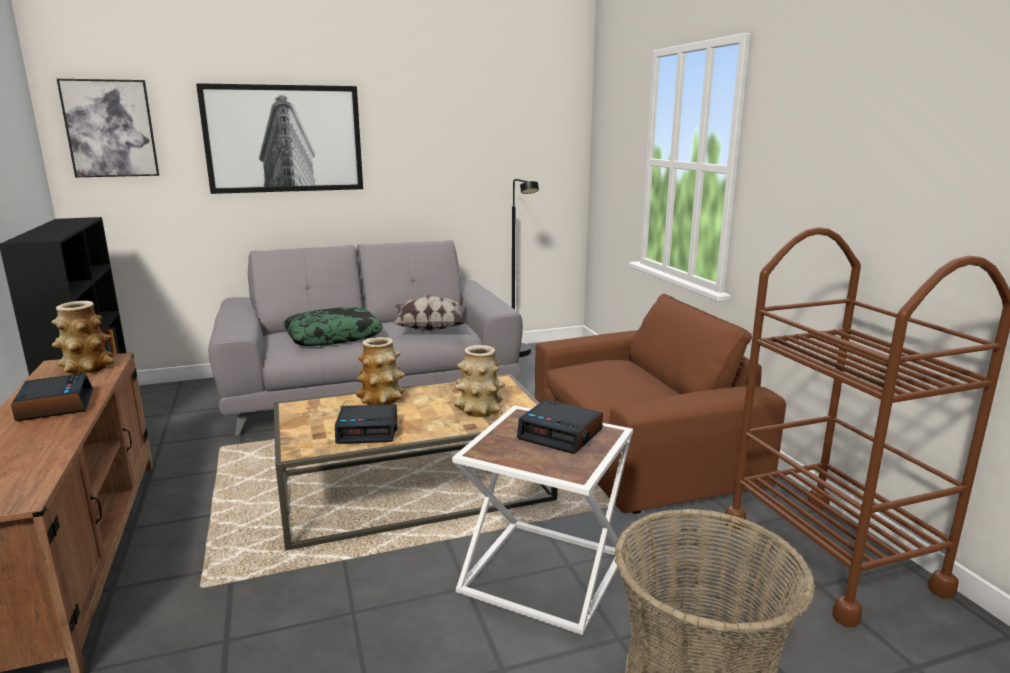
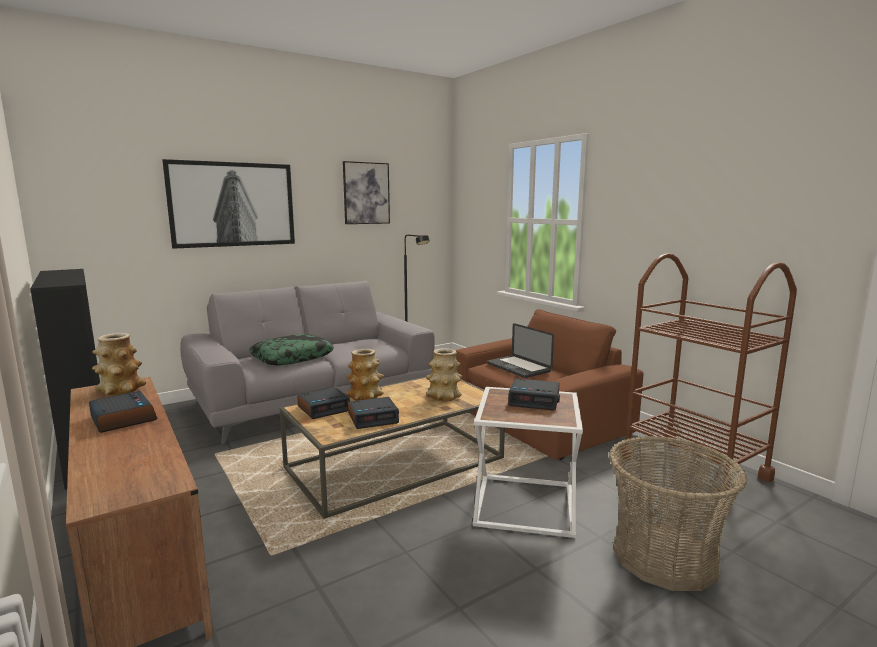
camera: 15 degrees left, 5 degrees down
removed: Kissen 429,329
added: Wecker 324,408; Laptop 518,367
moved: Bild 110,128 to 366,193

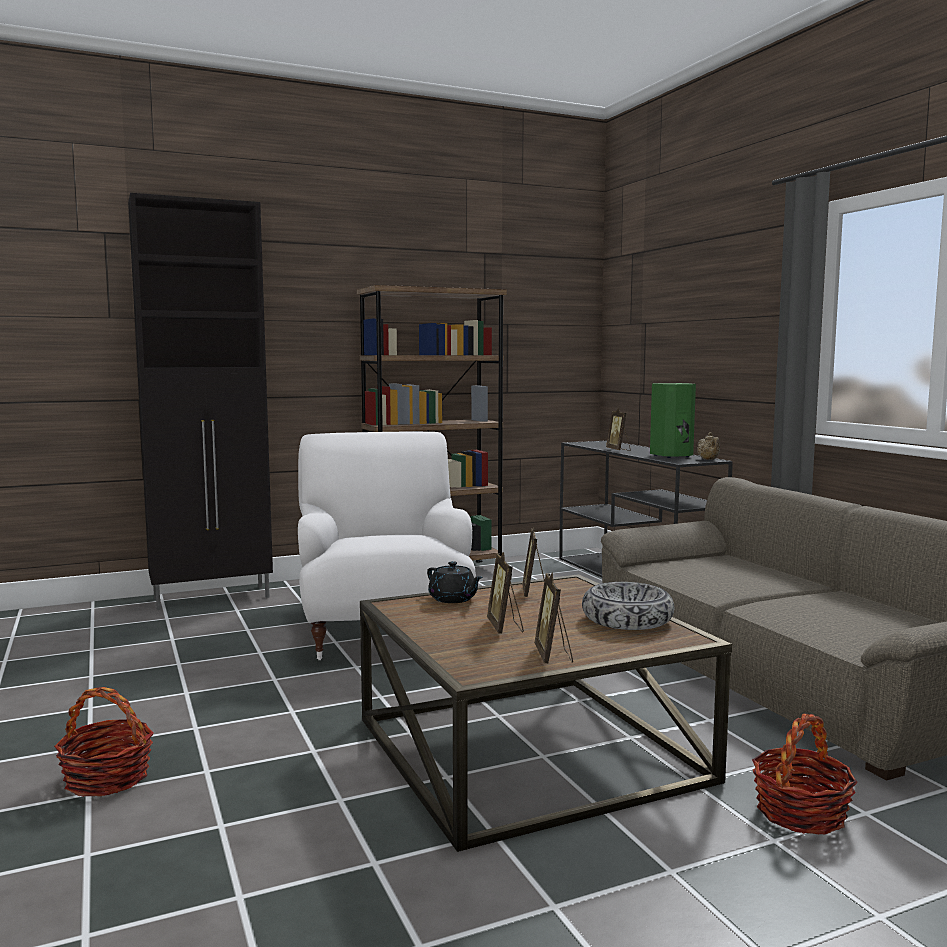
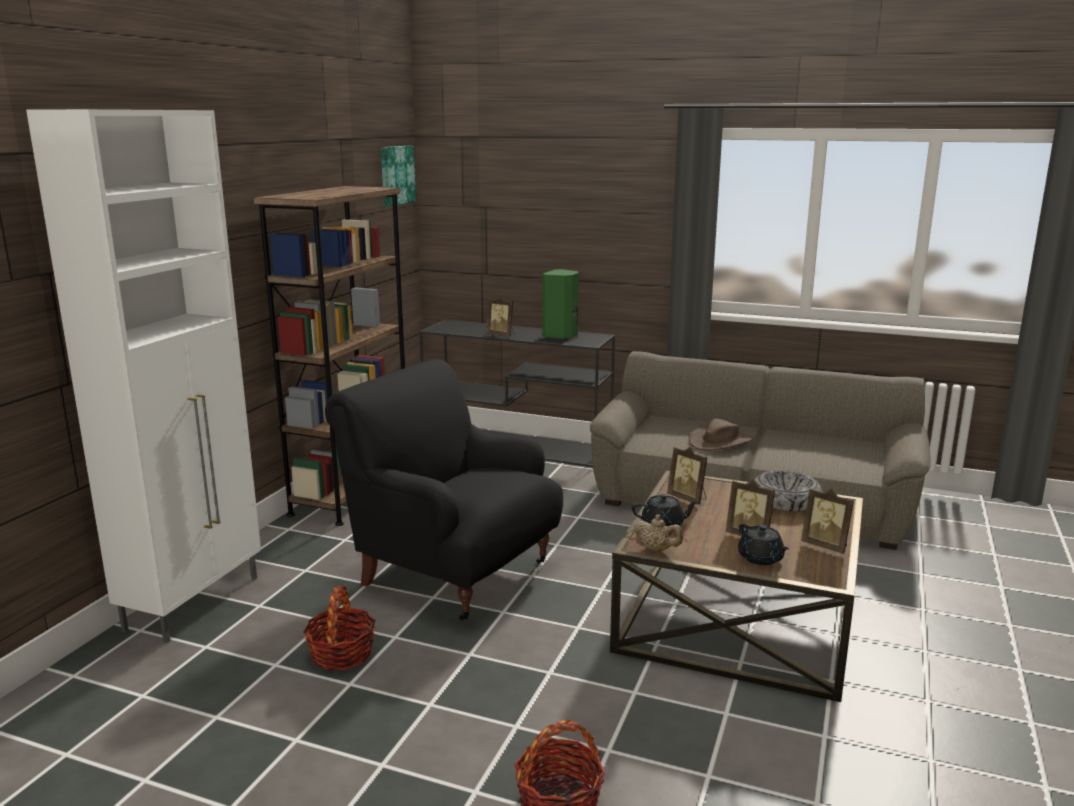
camera: 45 degrees left, 10 degrees up
added: Bild 396,175; Hut [braun] 720,441; Teekanne [schwarz] 760,558
moved: Teekanne [beige] 709,460 to 657,549; Korb 800,812 to 342,654
recoloured: Schrank [schwarz] 213,597 to Schrank [weiß] 195,602; Sessel [weiß] 383,633 to Sessel [schwarz] 453,572

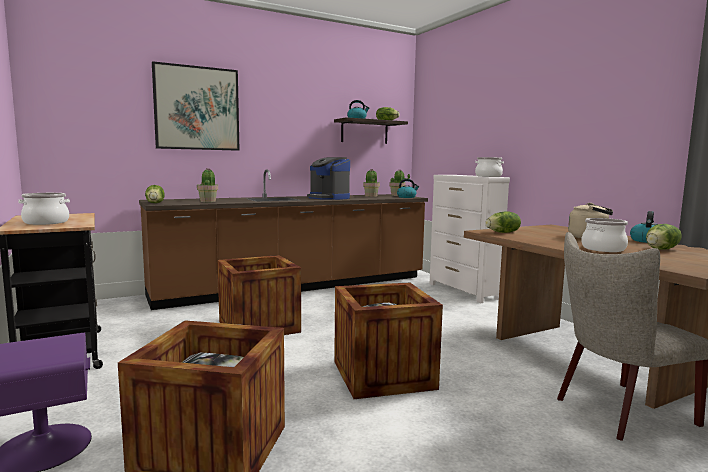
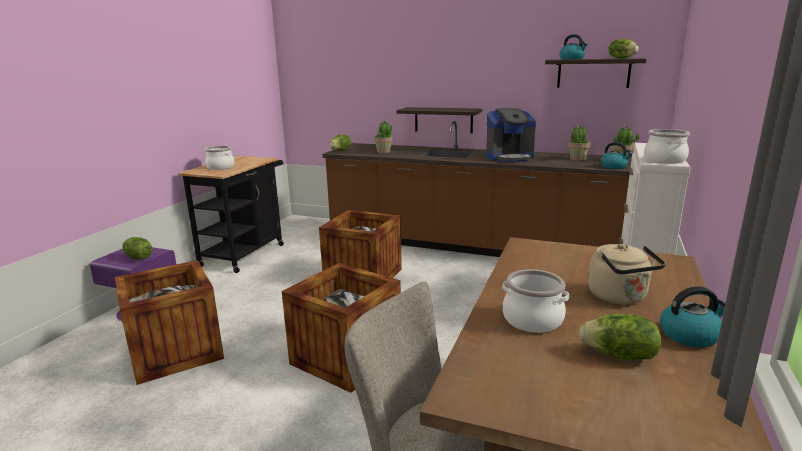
camera: 50 degrees right, 10 degrees up
removed: Bild 197,108
added: Wandregal 443,120
moved: Salatkopf 503,232 to 138,258
turned: Kaffeemaschine 328,198 = 509,157 105 degrees counterclockwise

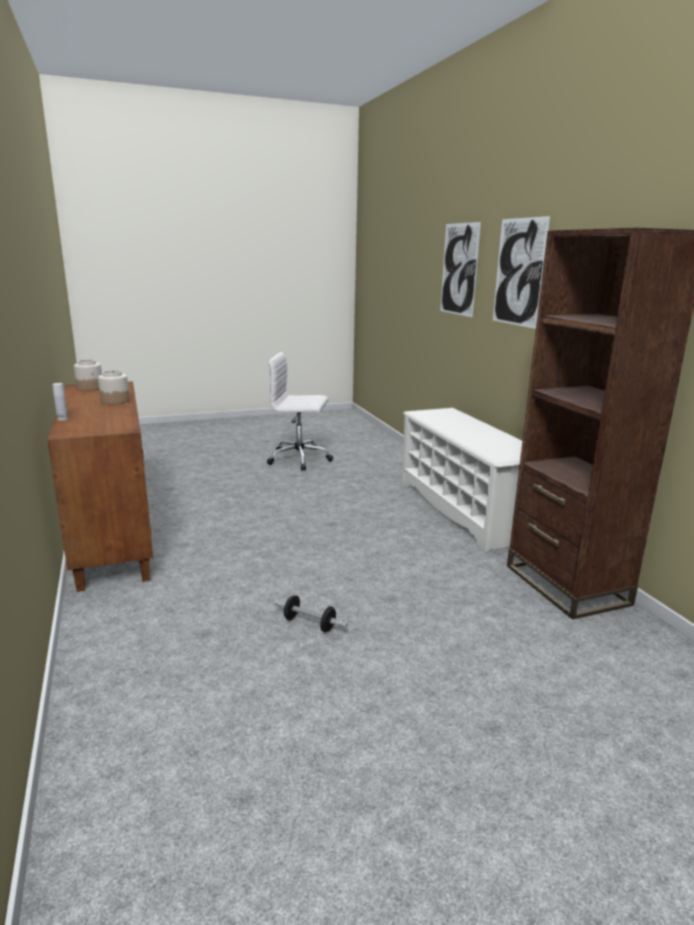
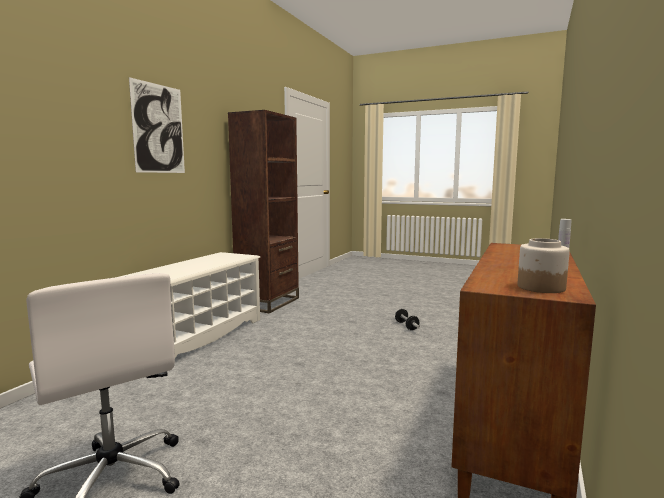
camera: 135 degrees left, 10 degrees down
removed: Vorratsglas 115,401; Bild 459,269

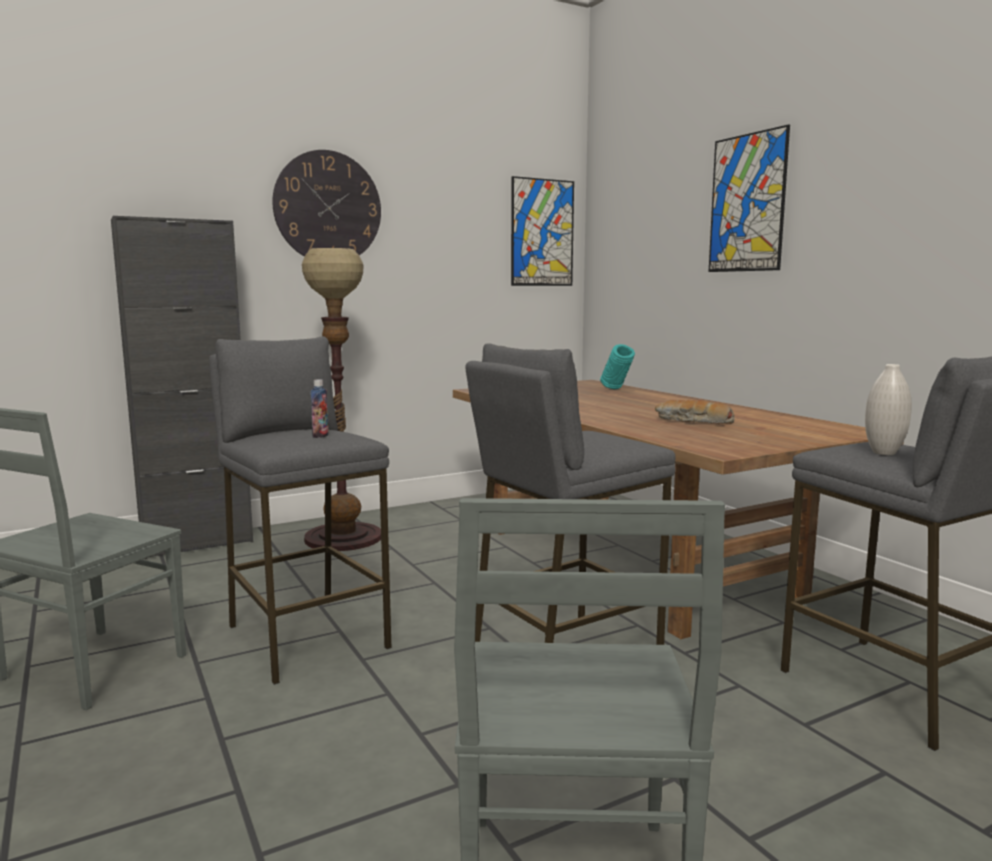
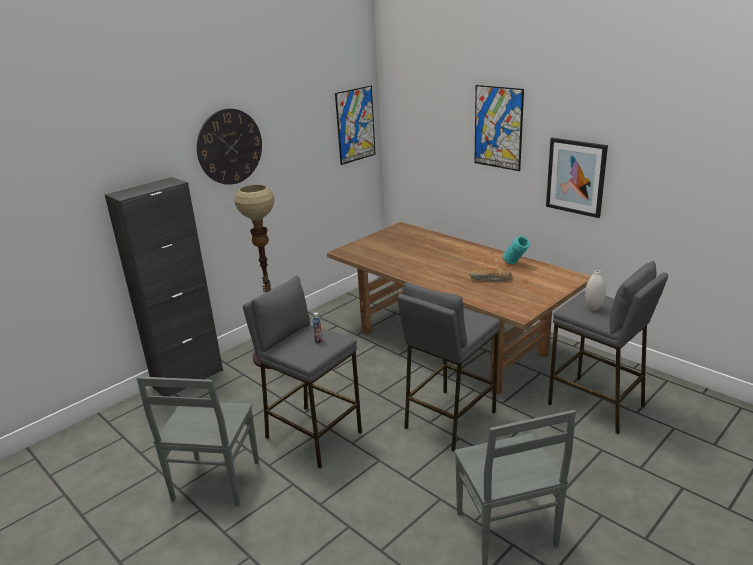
camera: 15 degrees left, 15 degrees up
added: Bild 576,177
moved: Vase [türkis] 616,389 to 515,264

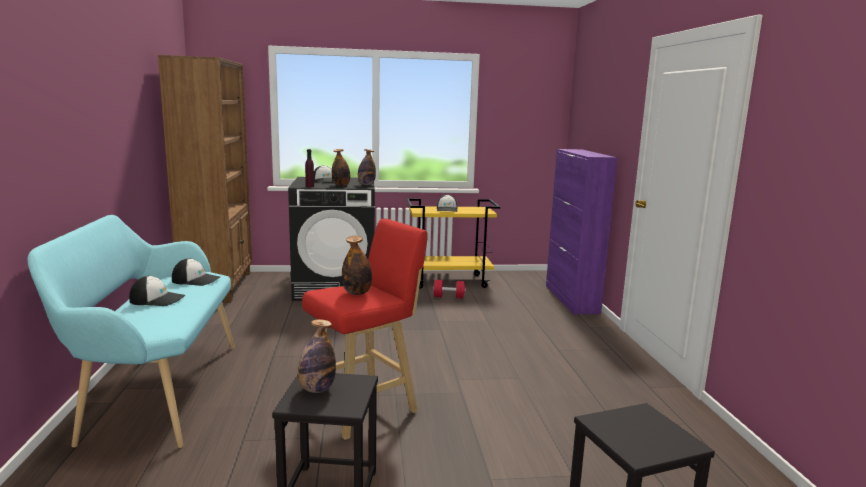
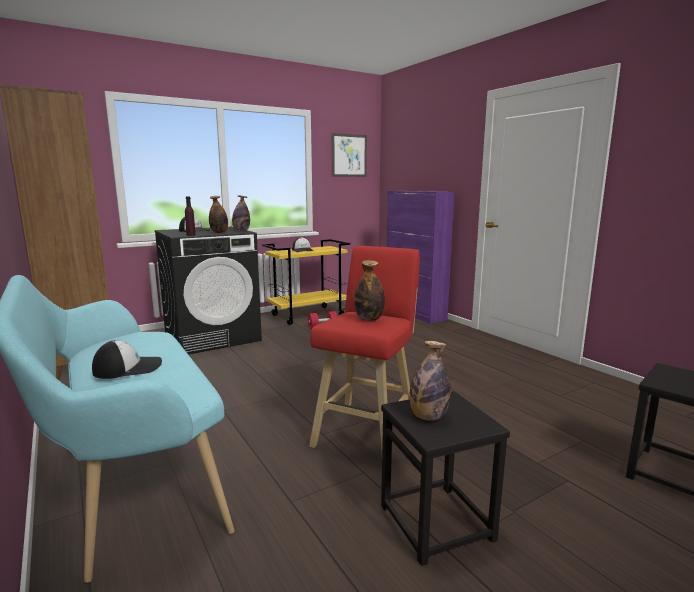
camera: 25 degrees left, 0 degrees up
removed: Kappe 196,280
added: Bild 349,155

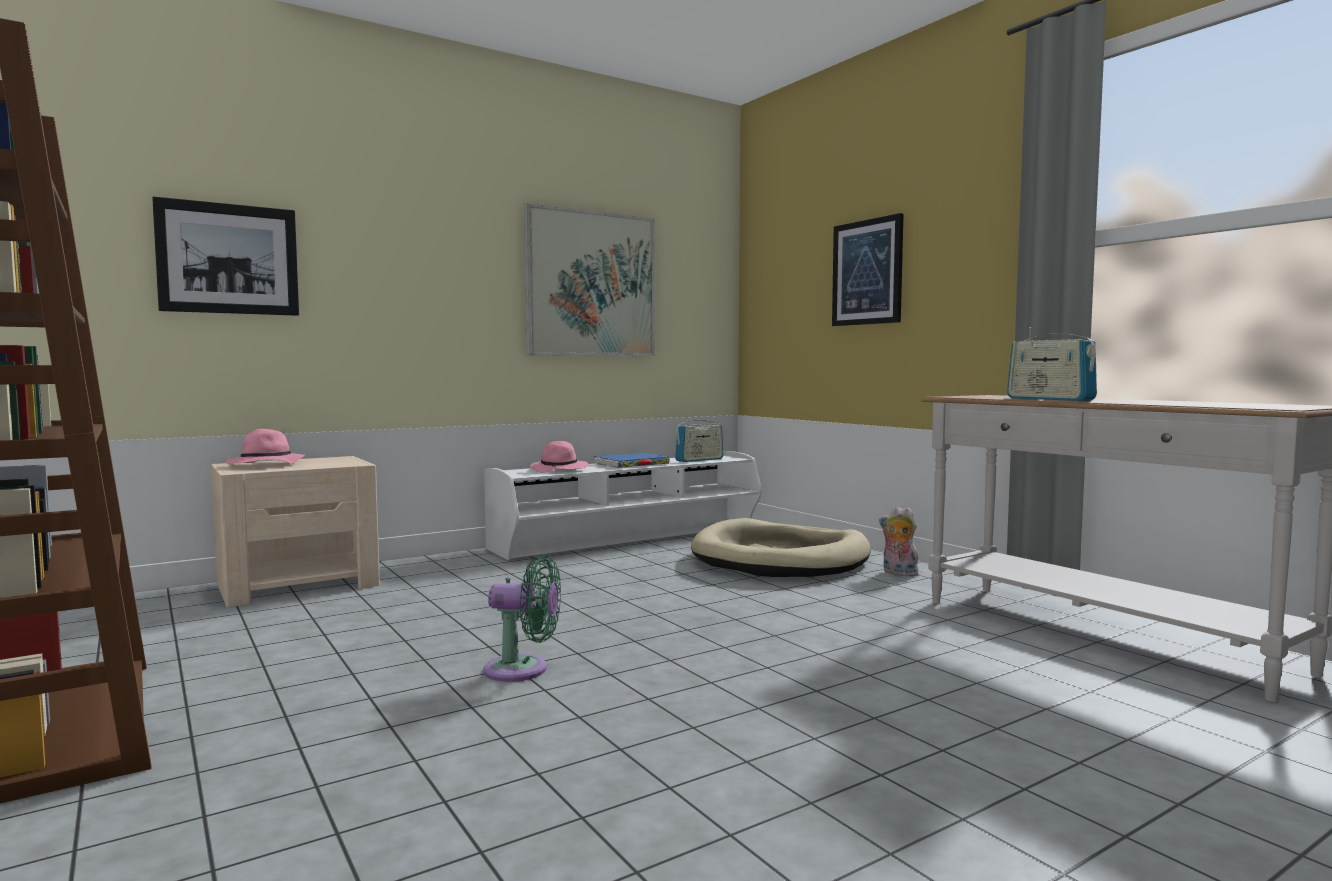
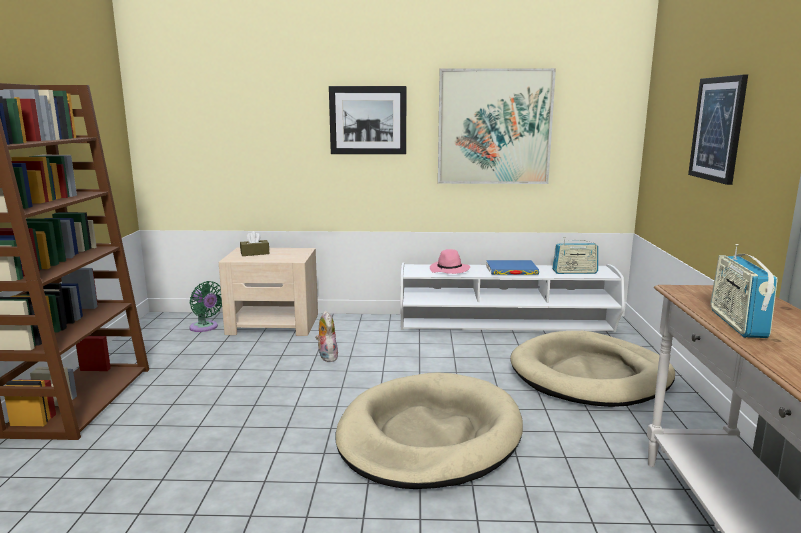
camera: 35 degrees right, 10 degrees up
added: Hundebett [beige] 429,436
moved: Bild 228,259 to 368,120; Ventilator [grün] 523,670 to 205,328; Plüschtier 898,573 to 326,357
replaced: Hut [rosa] 265,465 to Taschentuchbox [braun] 255,253

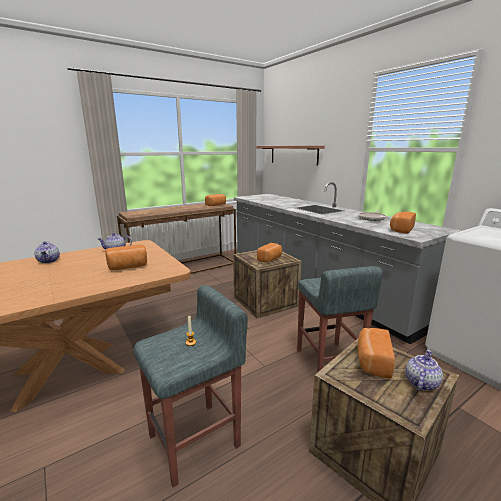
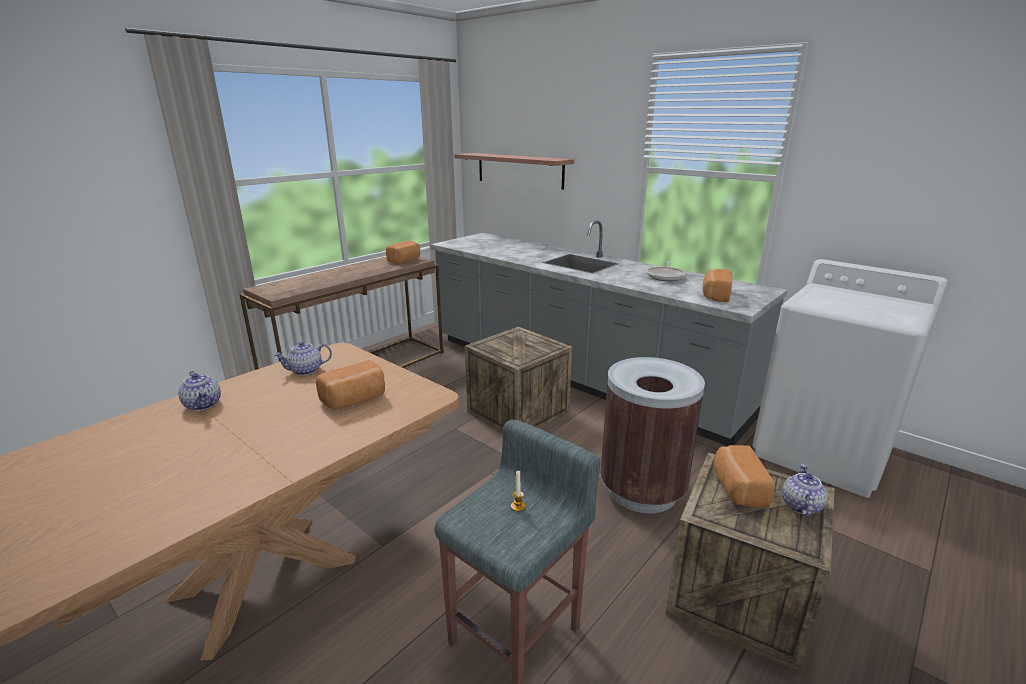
camera: 15 degrees left, 5 degrees up
removed: Brot 270,259
replaced: Hocker [grau] 328,362 to Mülleimer [braun] 642,490

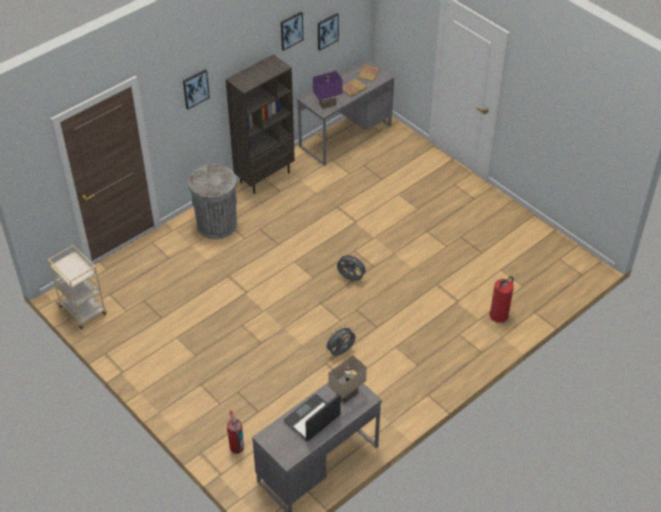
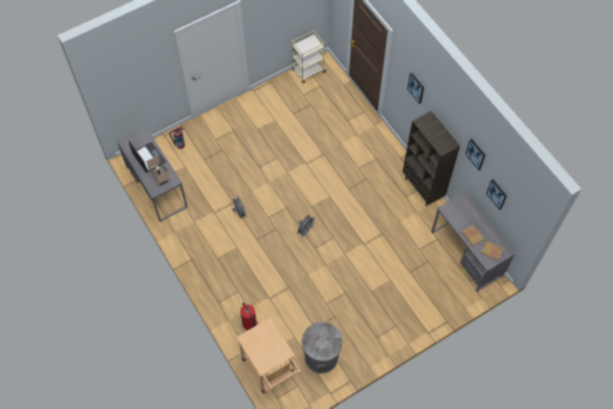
camera: 100 degrees right, 15 degrees up
removed: Tischlampe [lila] 327,105
added: Rollwagen [beige] 270,370
moved: Mülleimer [grau] 217,225 to 321,357

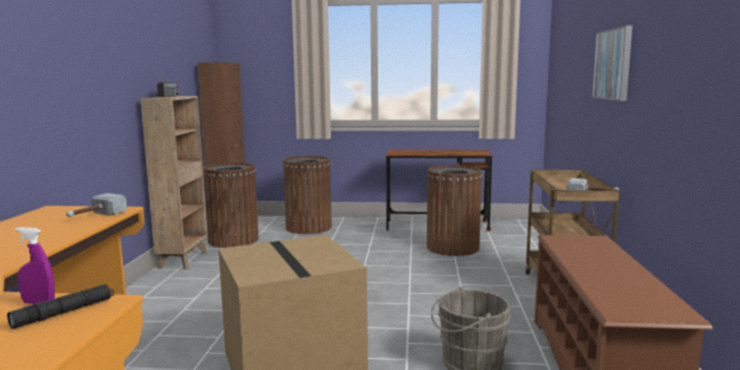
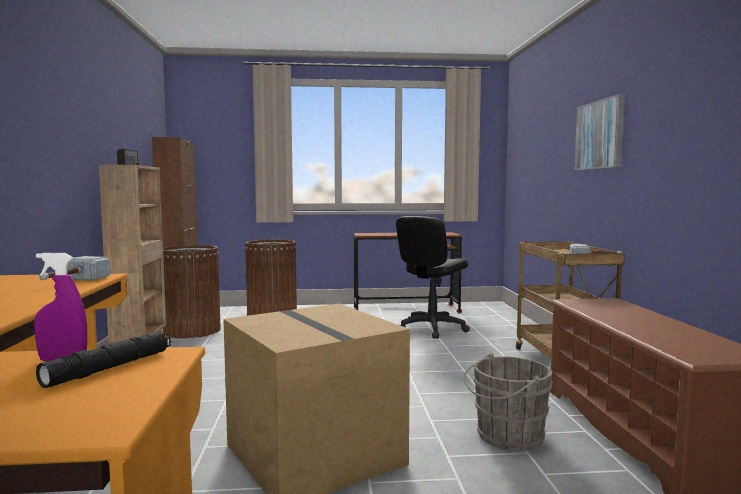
camera: 10 degrees left, 5 degrees down
replaced: Mülleimer [braun] 452,247 to Bürostuhl [schwarz] 431,329

